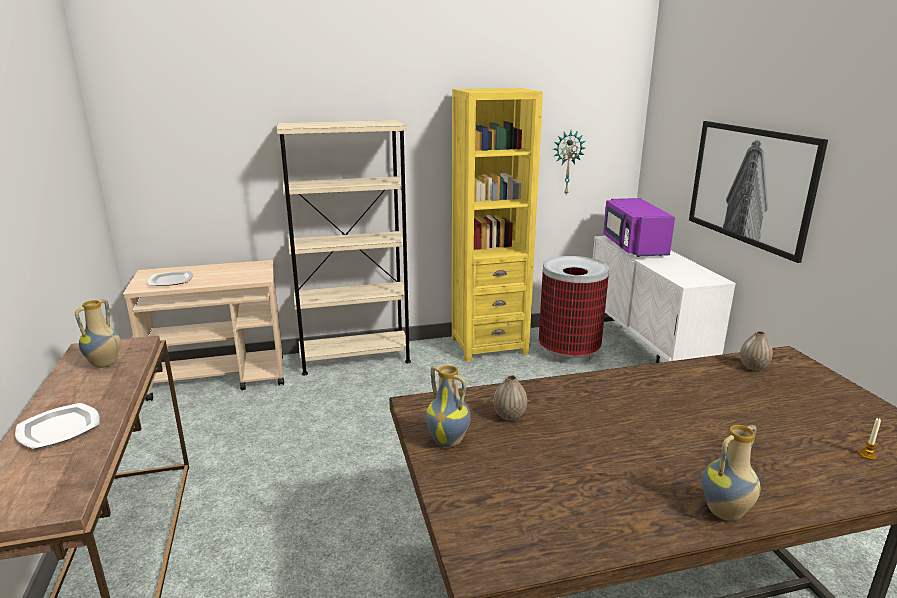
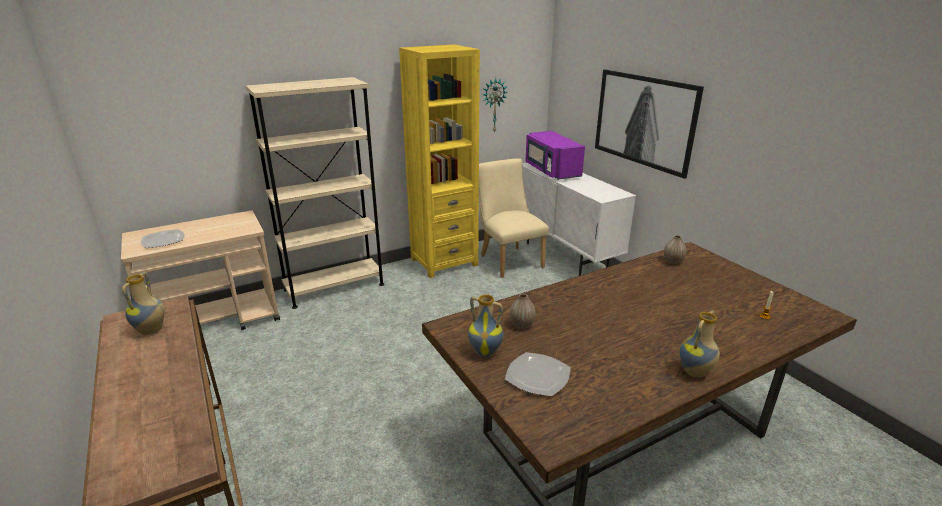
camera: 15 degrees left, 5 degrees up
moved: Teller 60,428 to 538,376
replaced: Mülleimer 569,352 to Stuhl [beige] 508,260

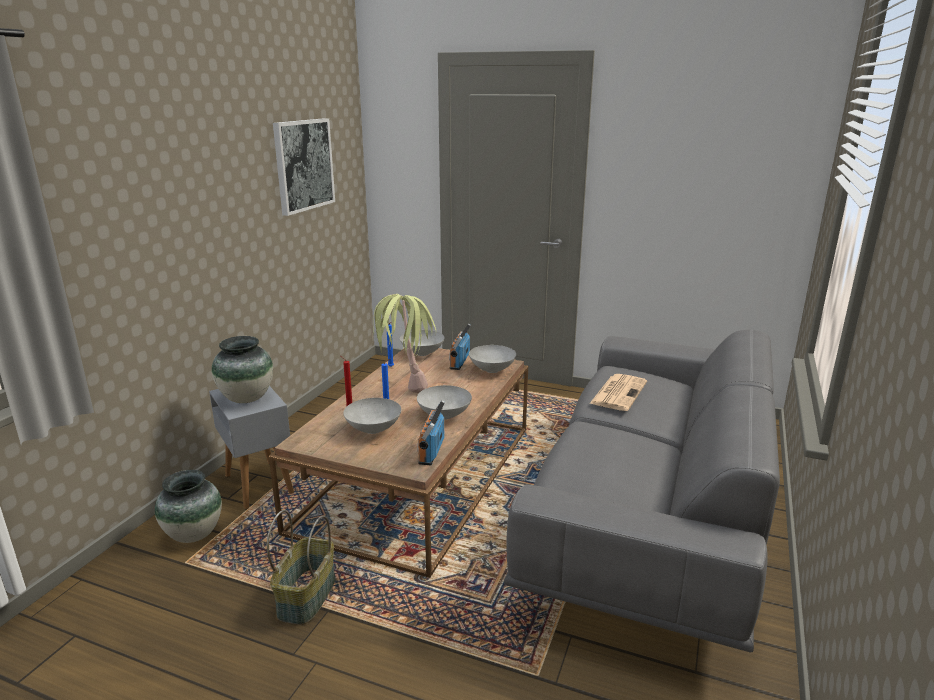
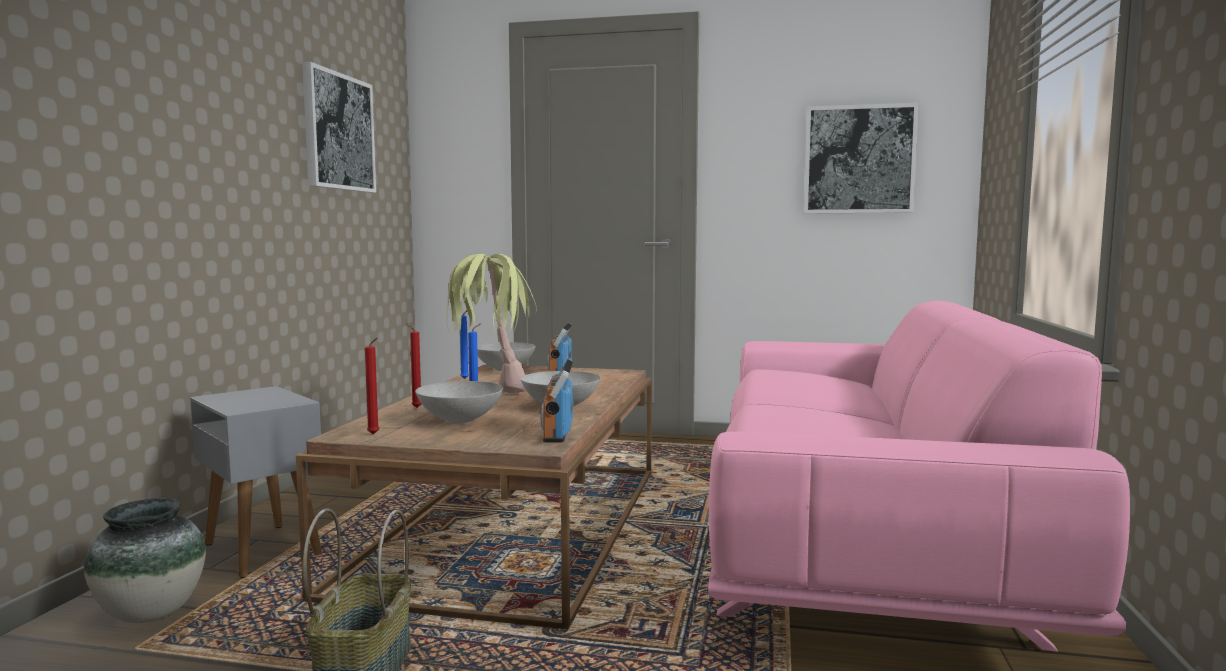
camera: 10 degrees left, 15 degrees down
removed: Vase 247,398; Schüssel [grau] 491,370; Zeitung 618,392
added: Kerze [rot] 374,434; Bild 859,159
recoloured: Sofa [grau] 649,516 to Sofa [rosa] 858,541

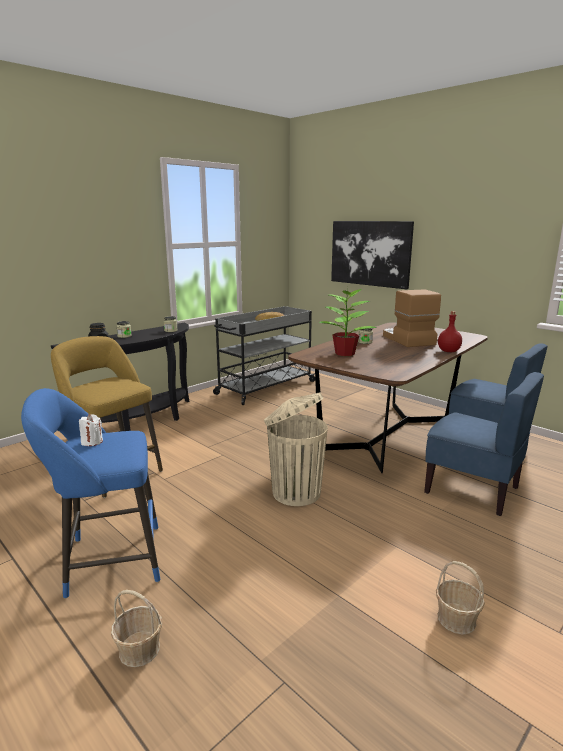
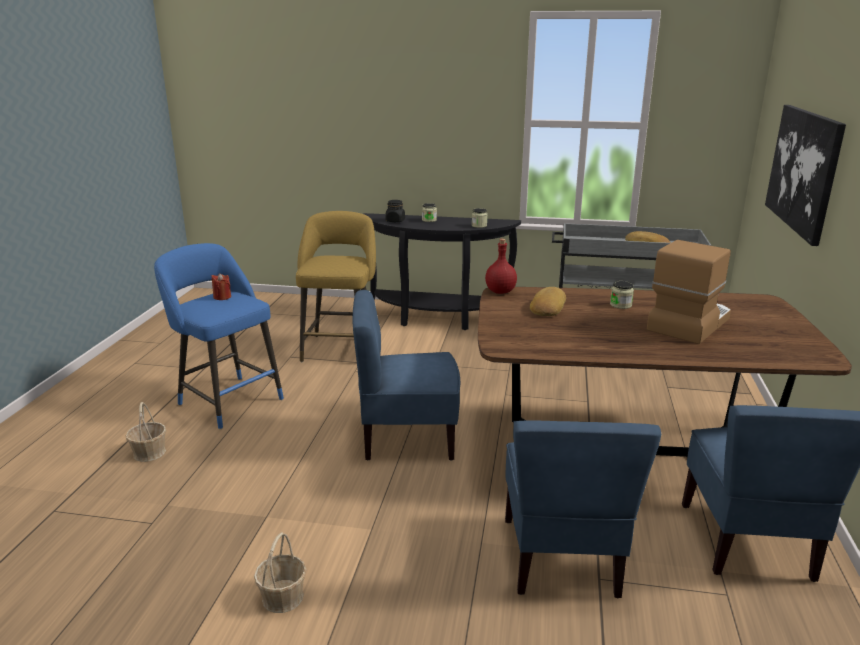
camera: 55 degrees right, 5 degrees up
moved: Flasche [rot] 448,351 to 500,291
replaced: Mülleimer [beige] 294,492 to Stuhl [blau] 407,438; Topfpflanze 345,353 to Brot 547,307
recoloured: Kerze [weiß] 92,442 to Kerze [rot] 222,297

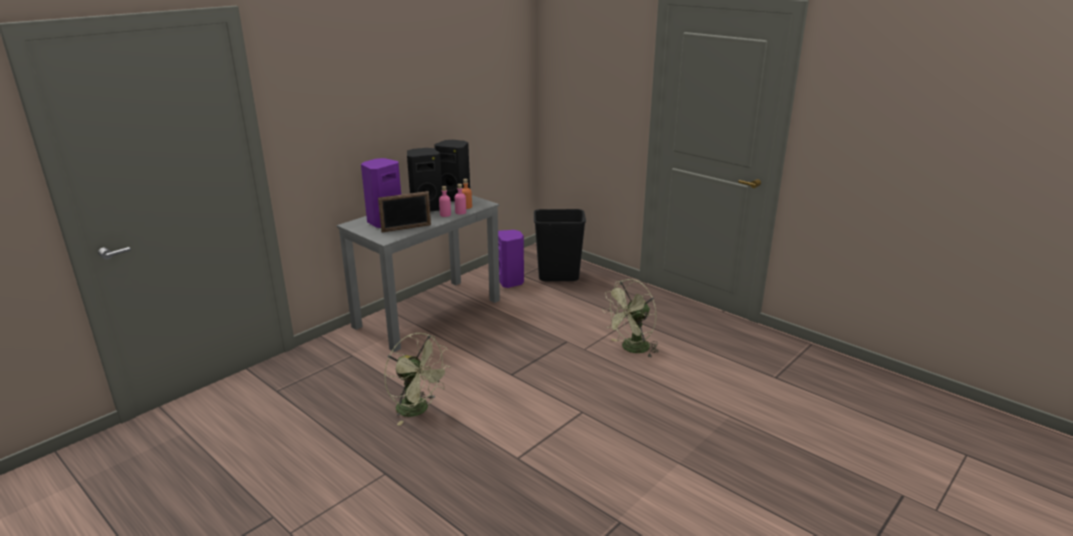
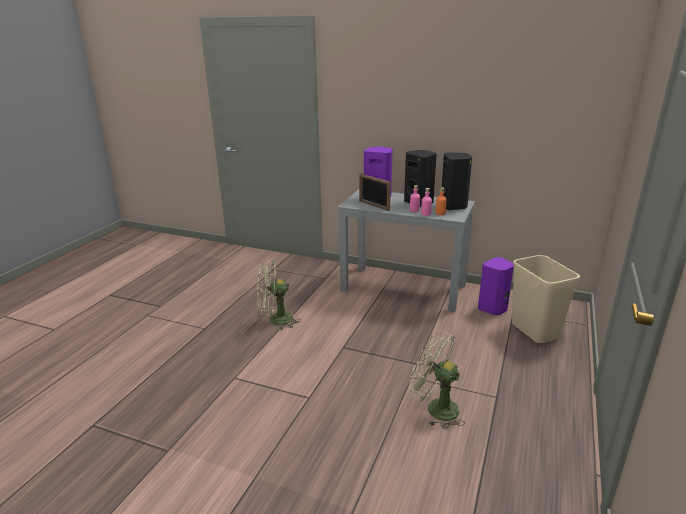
camera: 70 degrees right, 0 degrees up
recoloured: Mülleimer [schwarz] 559,276 to Mülleimer [beige] 535,331
turned: Ventilator [grün] 418,410 = 275,320 60 degrees clockwise

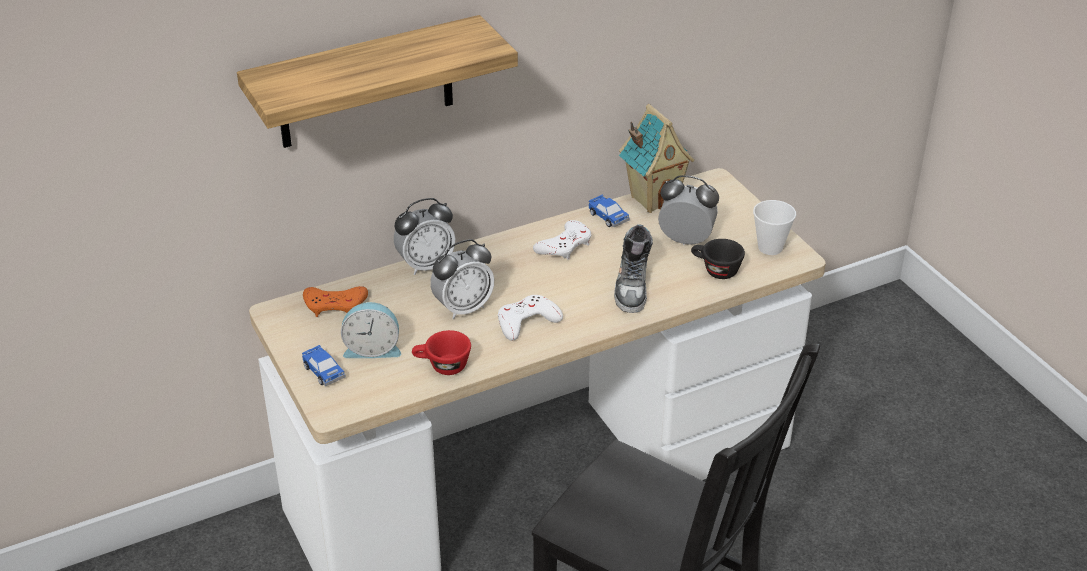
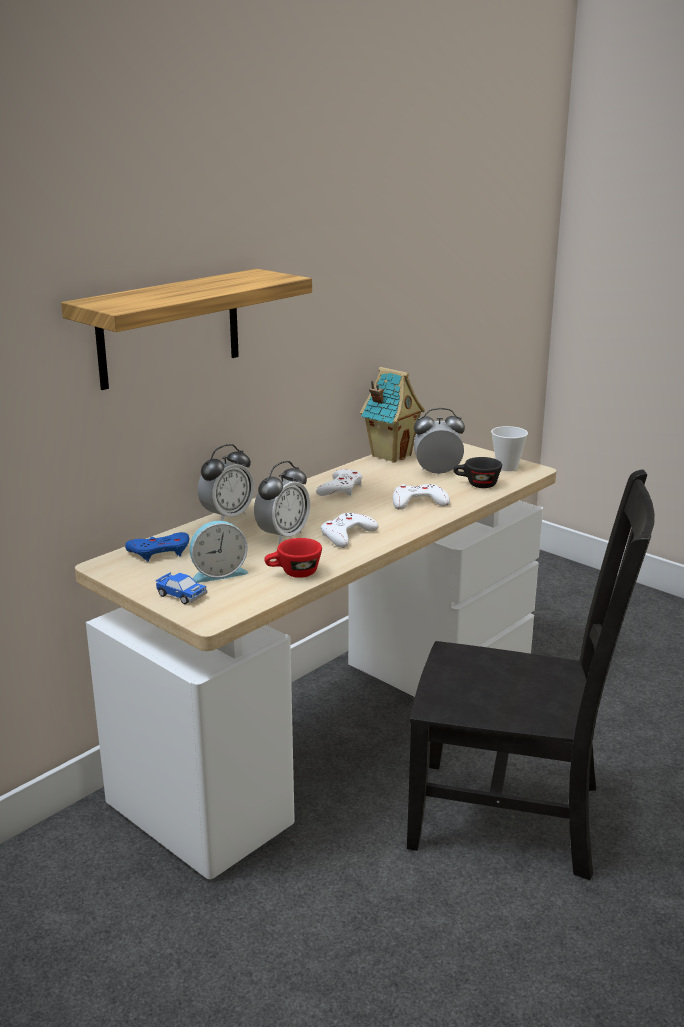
camera: 20 degrees left, 15 degrees down
removed: Spielzeugauto 608,217
replaced: Schuh 632,286 to Gamepad [weiß] 418,502
recoloured: Gamepad [orange] 335,305 to Gamepad [blau] 160,552

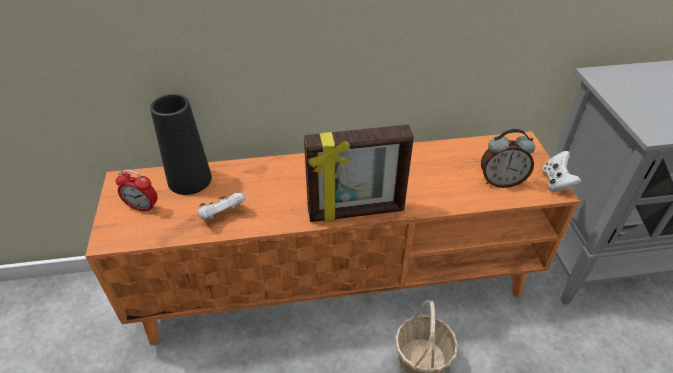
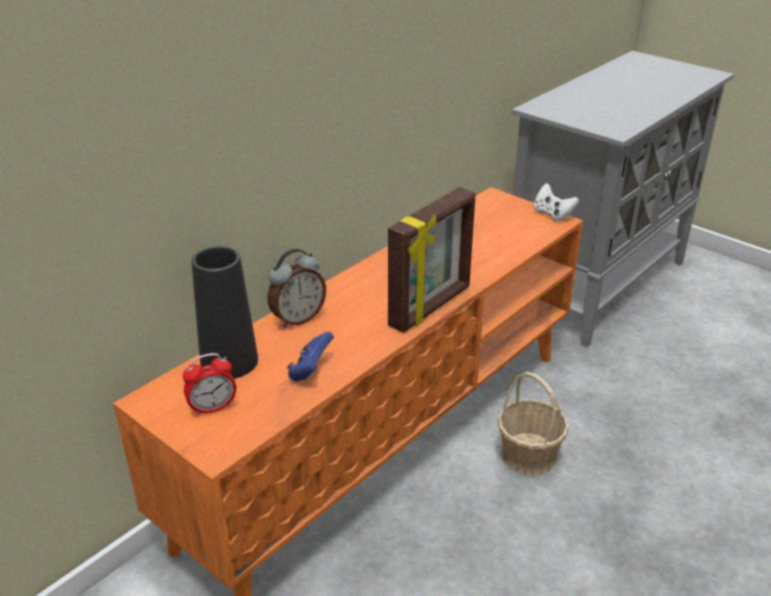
camera: 40 degrees left, 10 degrees down
moved: Wecker 501,181 to 297,318
recoloured: Gamepad [weiß] 222,215 to Gamepad [blau] 310,371

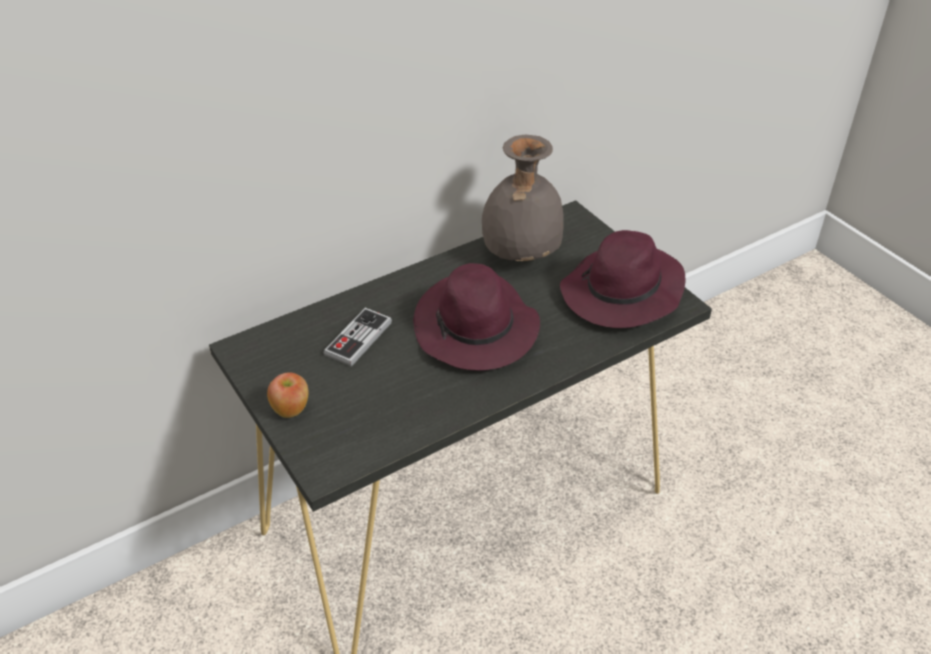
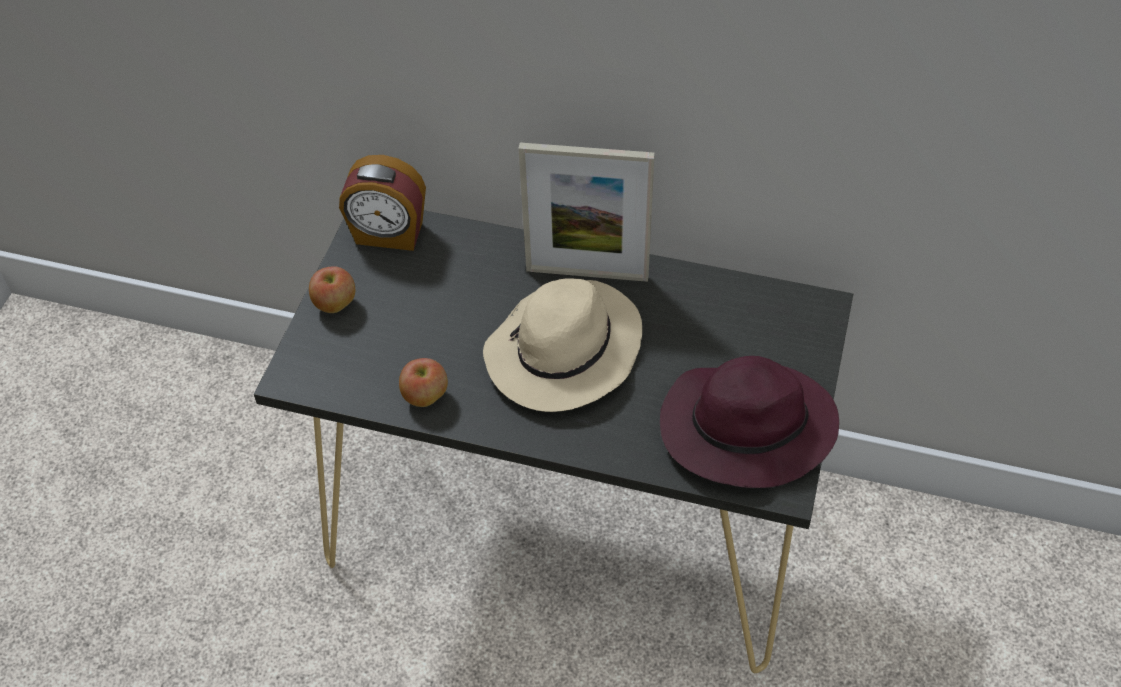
camera: 50 degrees right, 10 degrees up
removed: Gamepad 358,339; Vase [grau] 519,254
added: Wecker 389,234; Apfel 426,397; Bilderrahmen 587,273
recoloured: Hut [lila] 476,329 to Hut [beige] 563,353

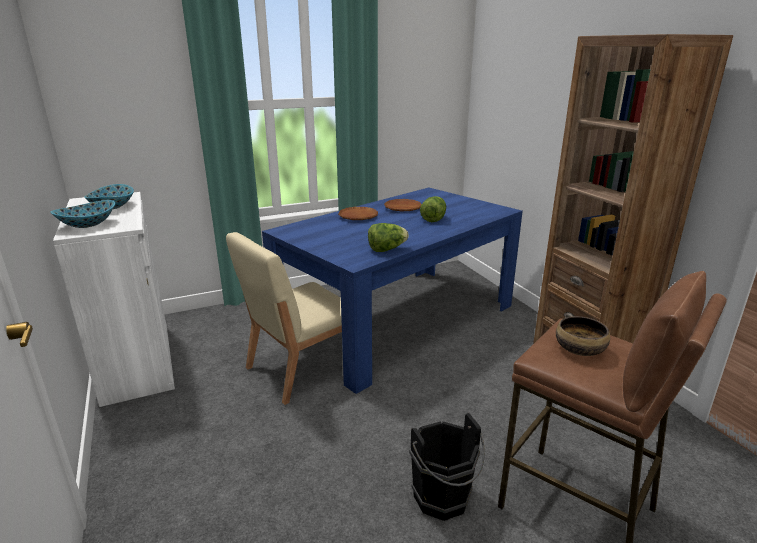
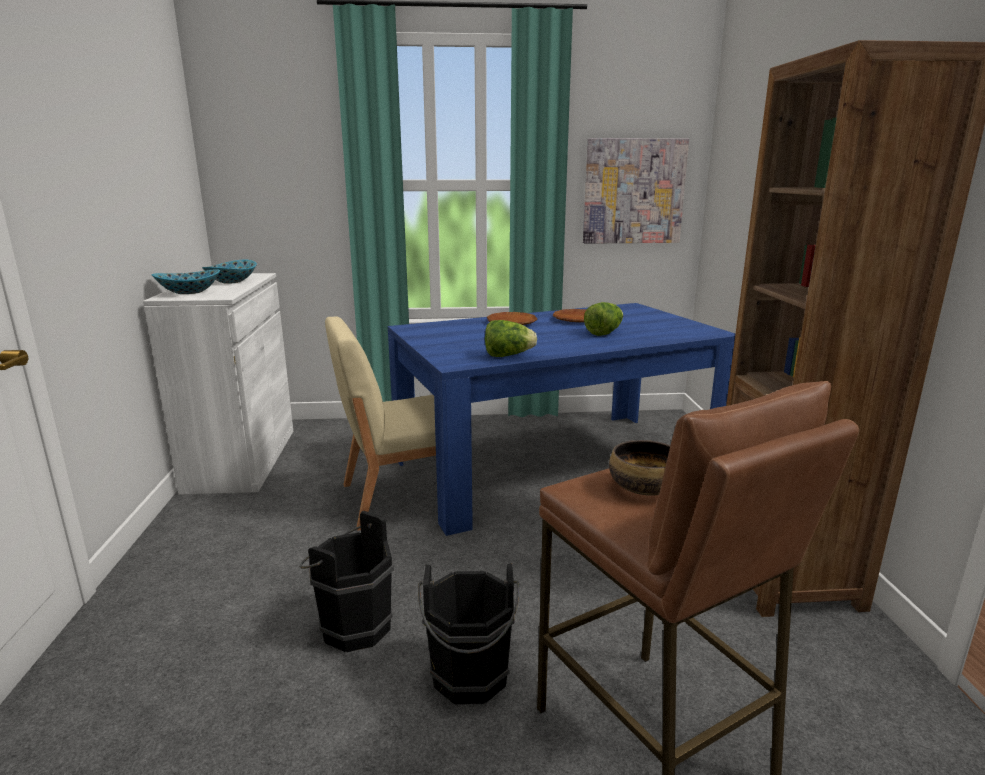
camera: 20 degrees right, 5 degrees down
added: Eimer [schwarz] 351,625; Bild 633,191

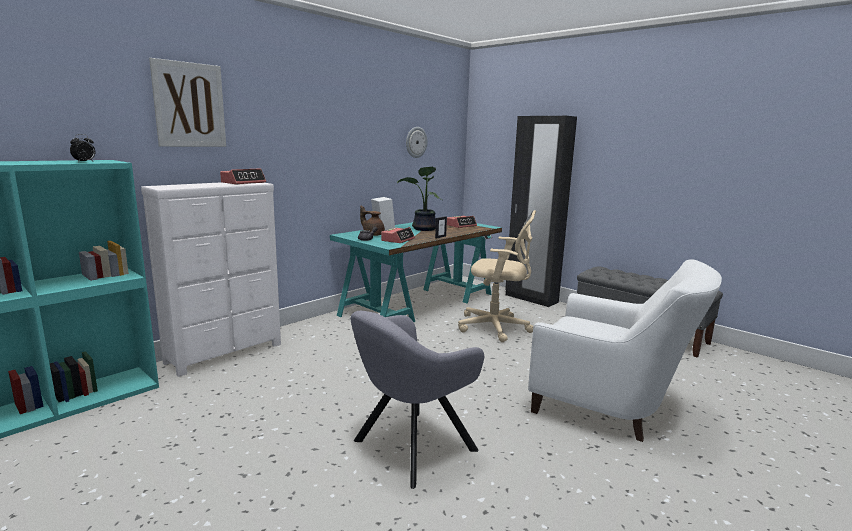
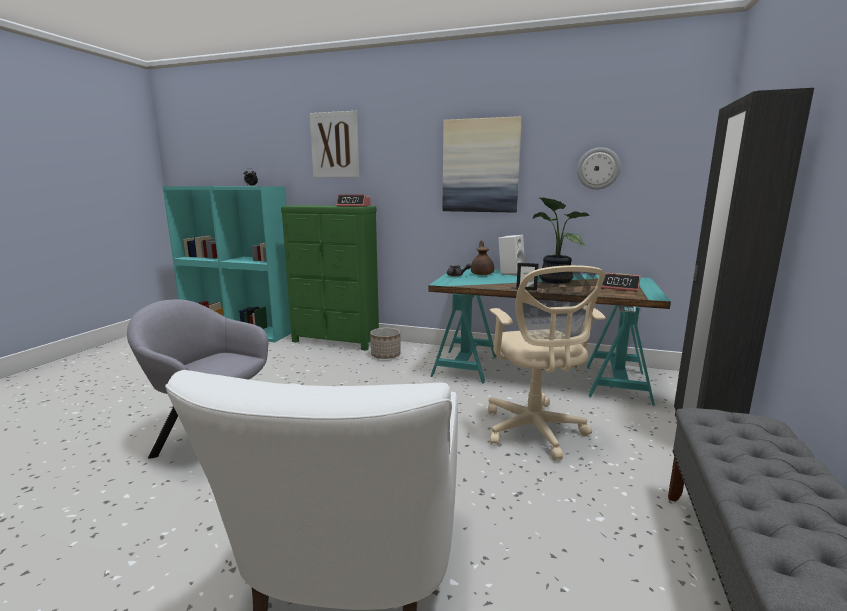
camera: 65 degrees right, 0 degrees up
removed: Wecker 398,240
added: Pflanzkübel 386,355; Bild 480,166
recoloured: Kommode [weiß] 226,353 to Kommode [grün] 335,341

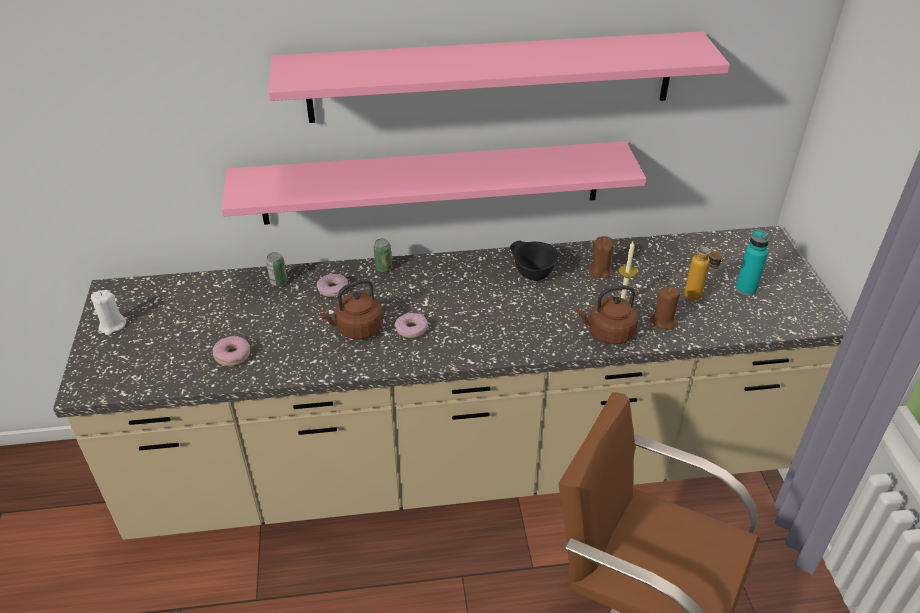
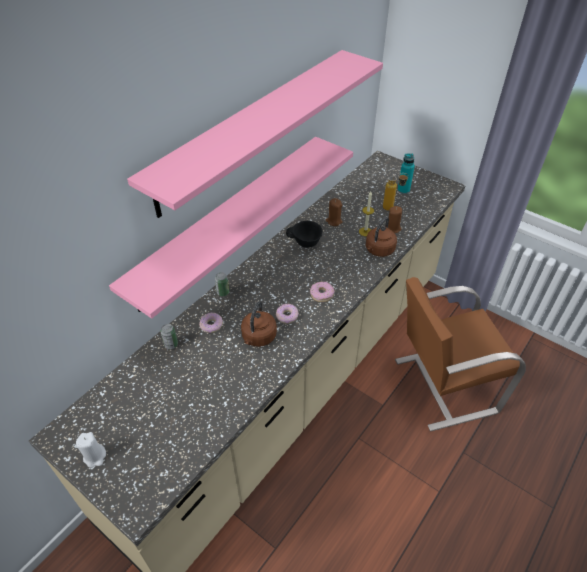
camera: 45 degrees left, 5 degrees up
moved: Donut 232,355 to 322,294

